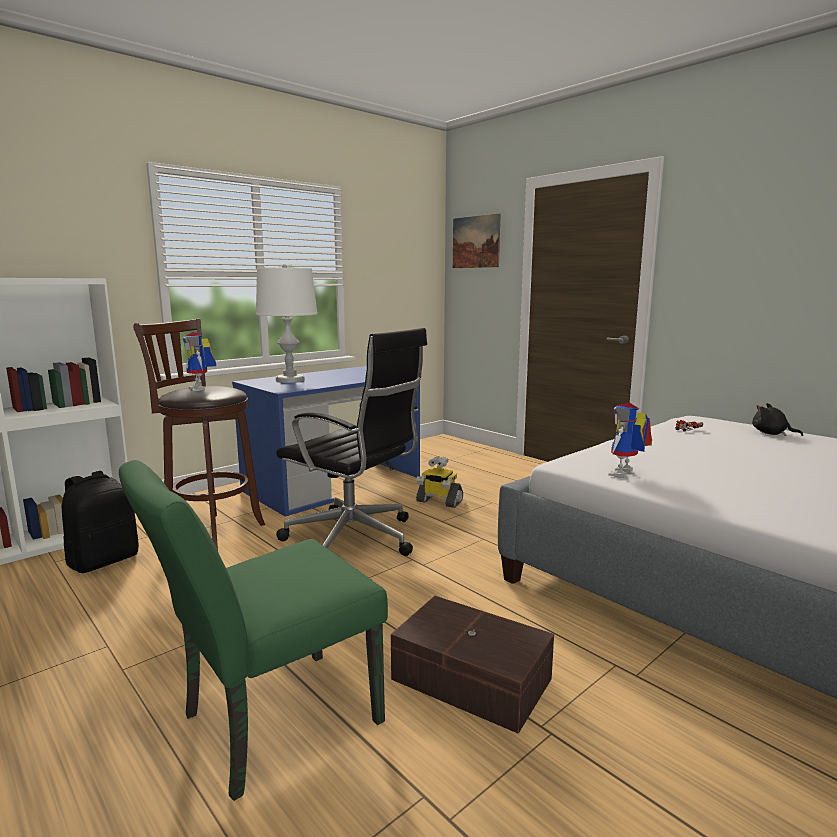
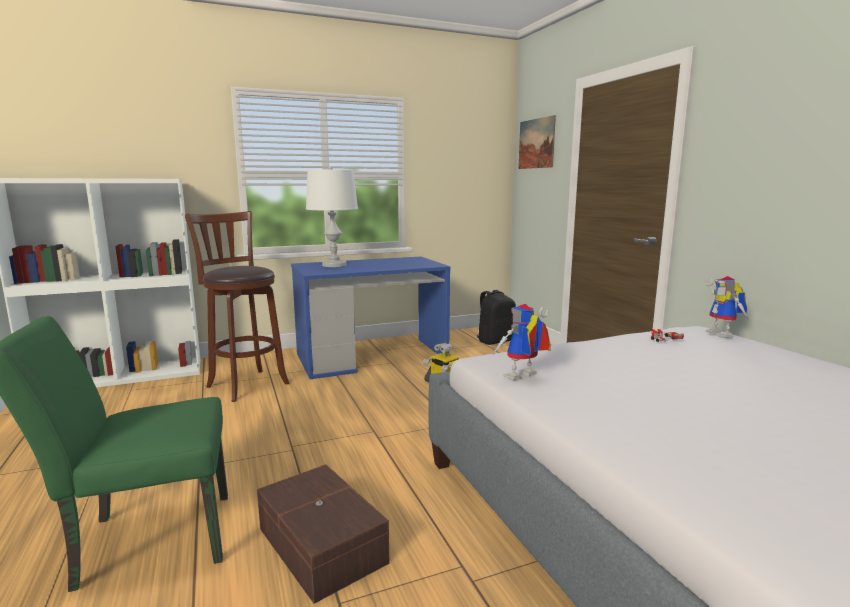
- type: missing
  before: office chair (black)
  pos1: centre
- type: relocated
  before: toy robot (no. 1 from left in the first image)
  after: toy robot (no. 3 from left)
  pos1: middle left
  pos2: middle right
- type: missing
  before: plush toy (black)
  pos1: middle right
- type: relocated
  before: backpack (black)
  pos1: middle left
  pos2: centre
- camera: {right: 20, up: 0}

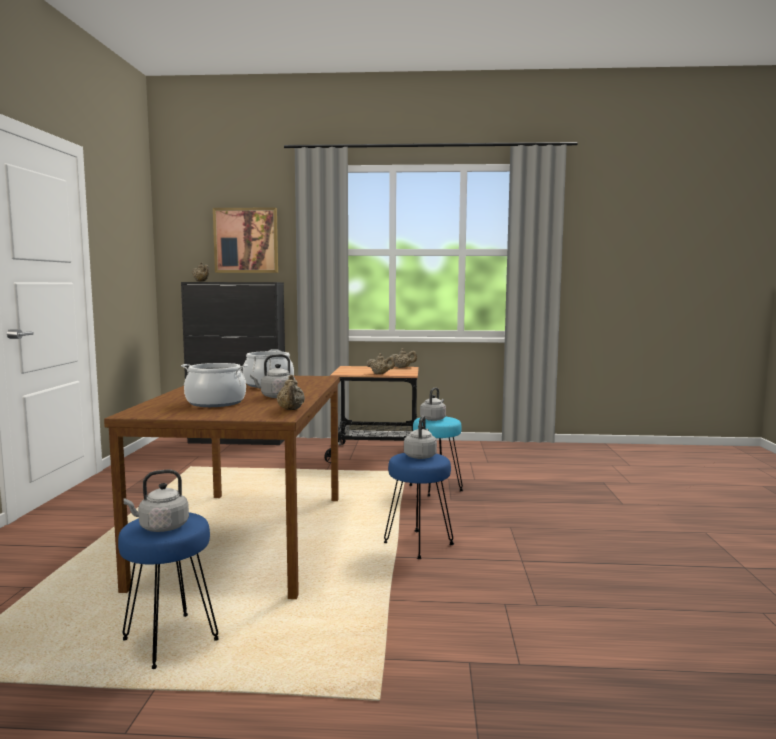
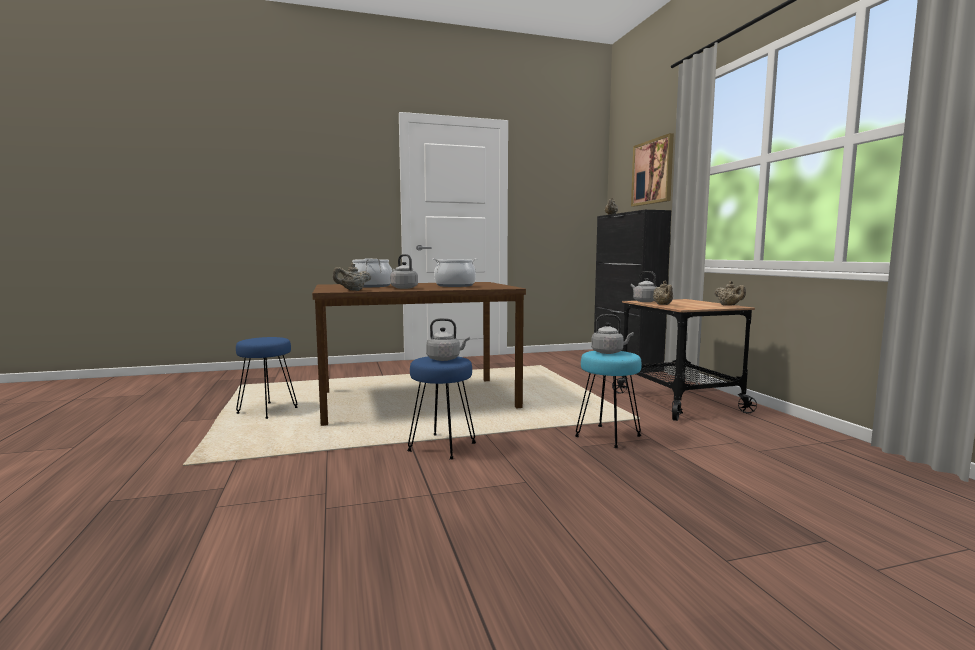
- type: relocated
  before: kettle (grey) (no. 1 from left in the first image)
  after: kettle (grey) (no. 4 from left)
  pos1: bottom left
  pos2: centre
- camera: {right: 70, up: 0}

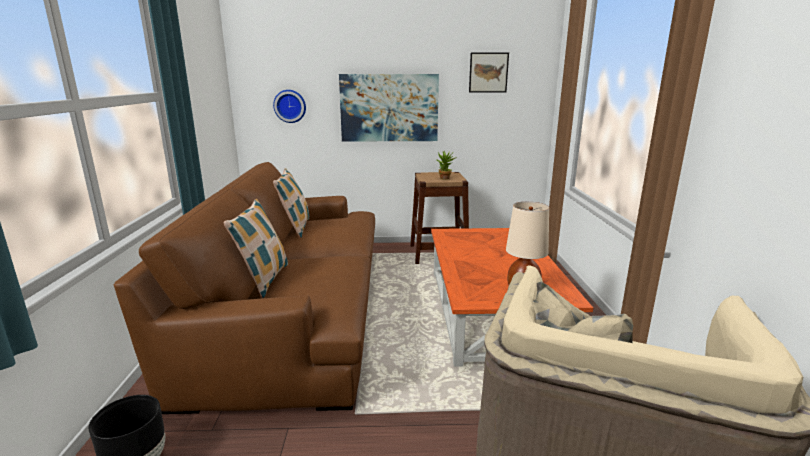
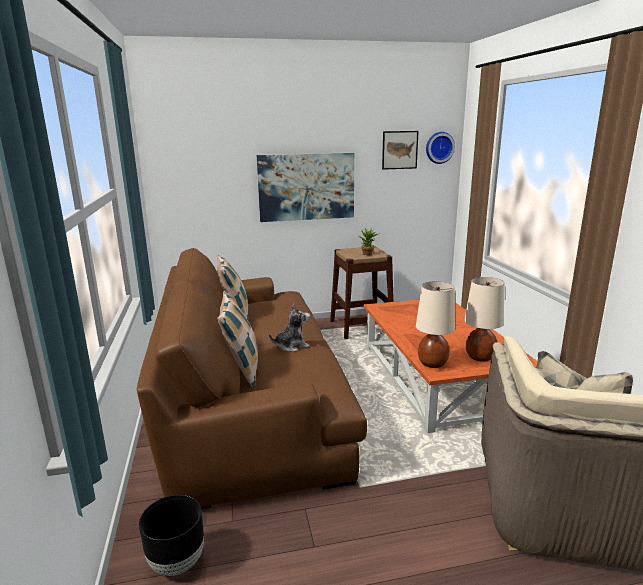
- type: relocated
  before: wall clock
  pos1: top centre
  pos2: top right
- type: appeared
  after: table lamp (beige) (no. 1 from left)
  pos2: middle right
- type: appeared
  after: plush toy
  pos2: centre
- camera: {right: -10, up: 0}

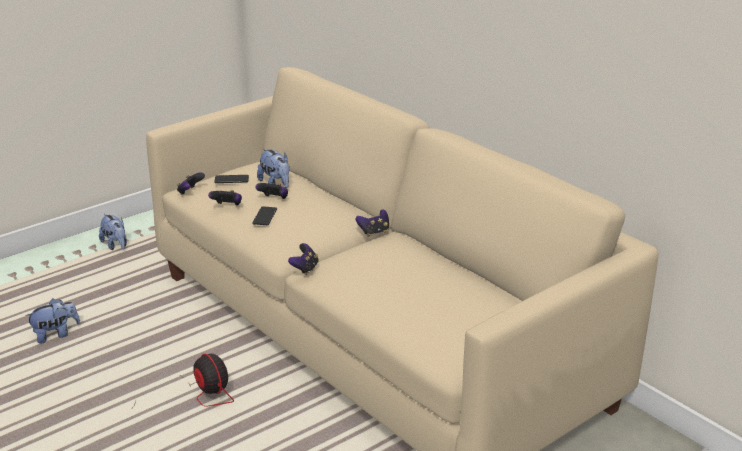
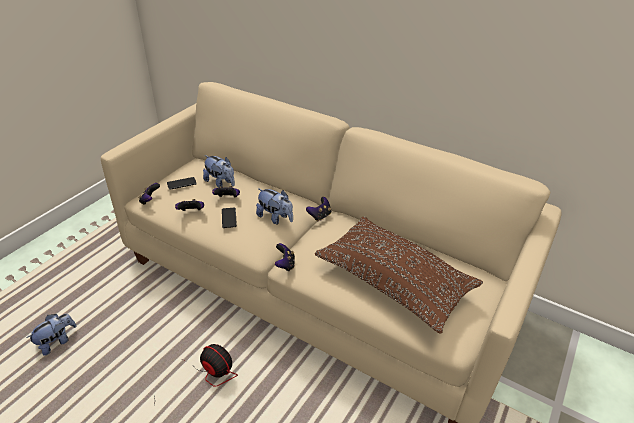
- type: relocated
  before: plush toy (no. 2 from left in the first image)
  after: plush toy (no. 3 from left)
  pos1: middle left
  pos2: centre
- type: appeared
  after: pillow (brown)
  pos2: centre
- camera: {right: -20, up: 10}

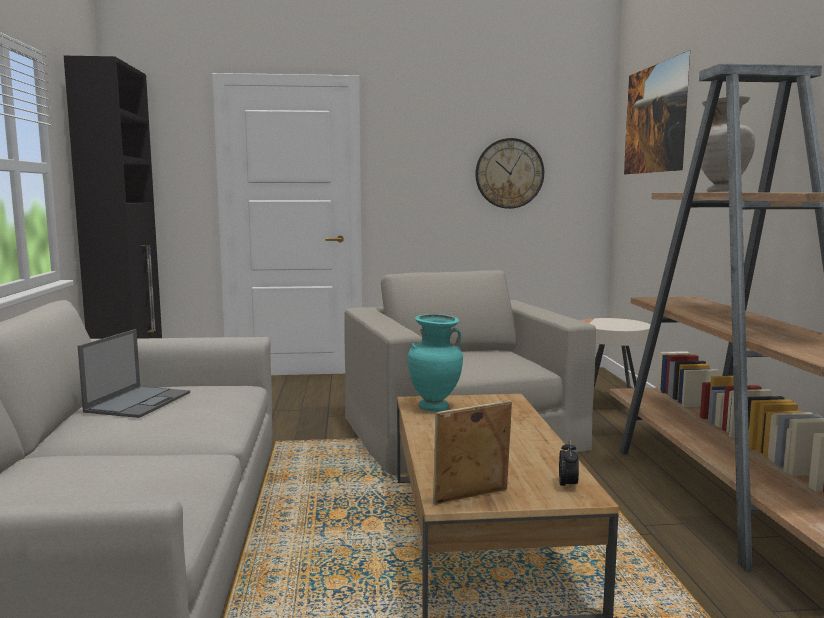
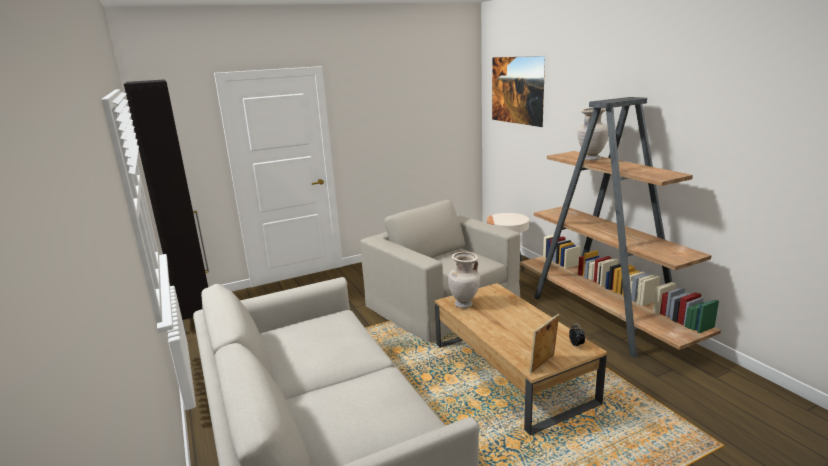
- type: missing
  before: wall clock
  pos1: top centre
- type: colour
  before: vase (turquoise)
  after: vase (beige) (no. 1 from left)
  pos1: centre
  pos2: centre
- type: missing
  before: laptop
  pos1: middle left
- camera: {right: -20, up: 10}

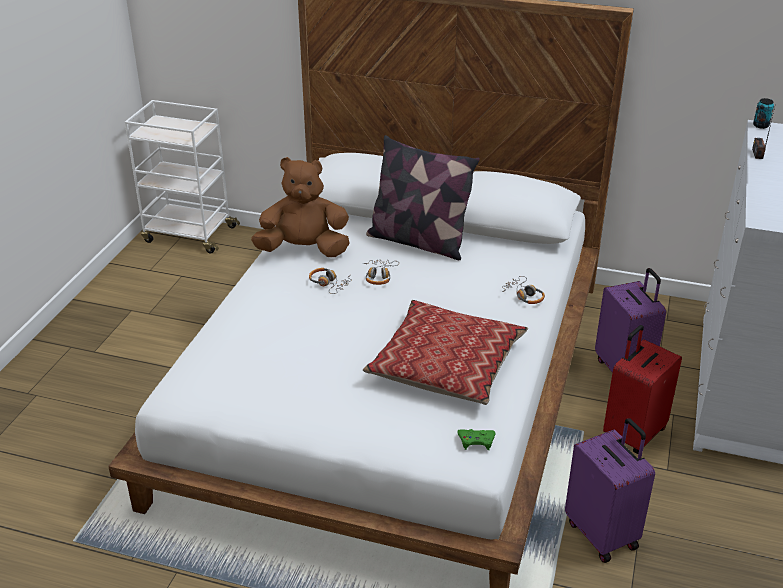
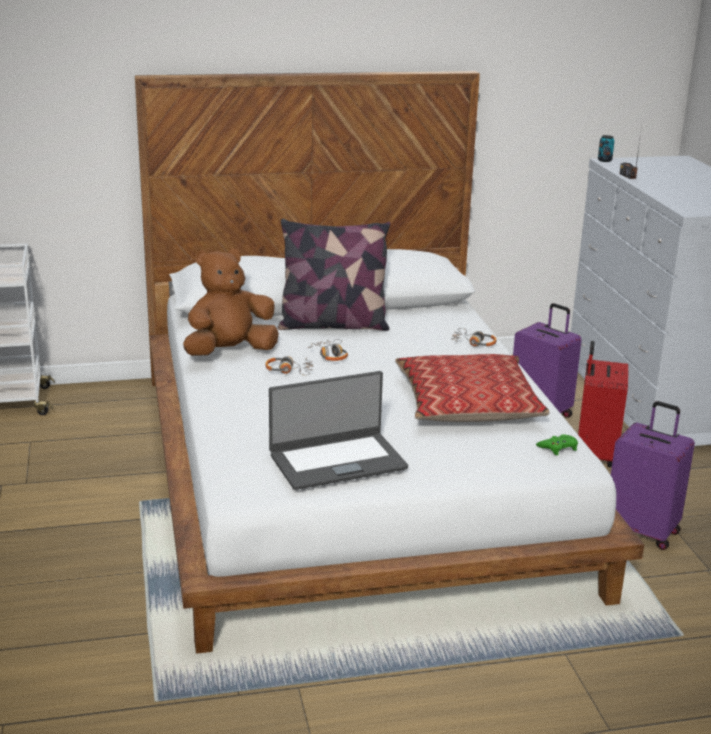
- type: appeared
  after: laptop
  pos2: centre
- camera: {right: -30, up: -10}

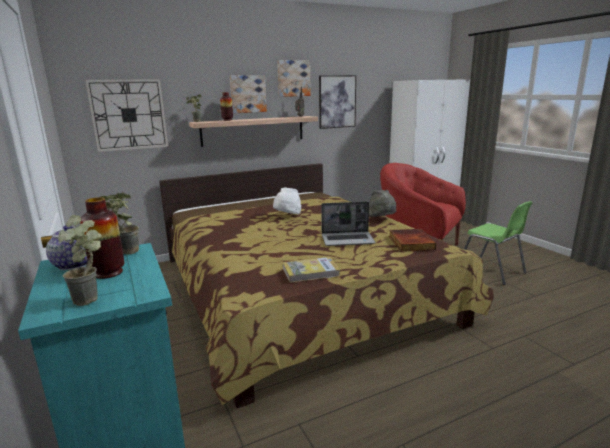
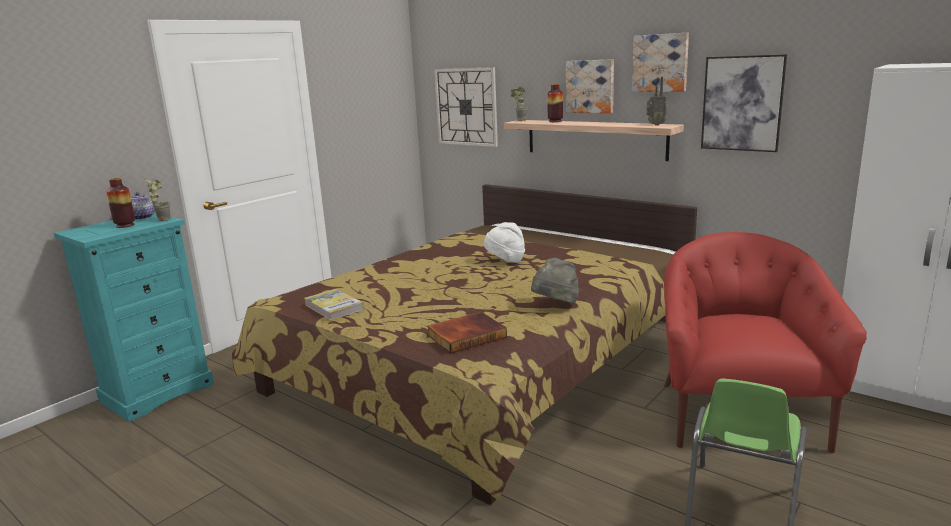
- type: missing
  before: laptop
  pos1: centre
- type: missing
  before: potted plant (no. 1 from left)
  pos1: middle left
- camera: {right: 65, up: 0}

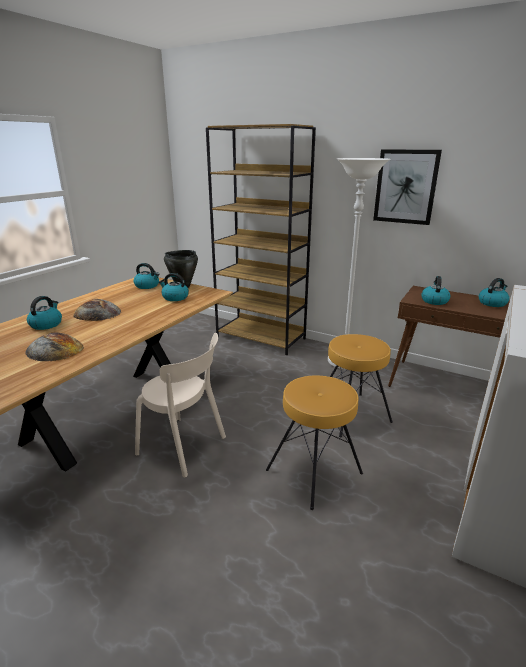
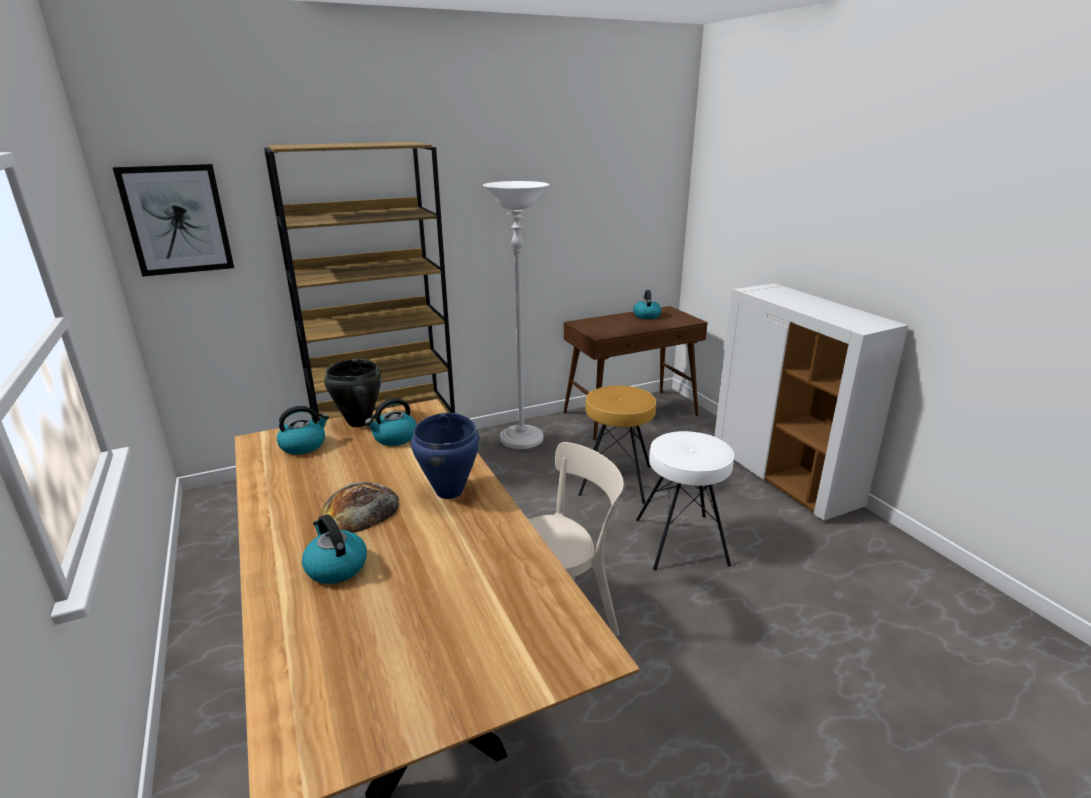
- type: relocated
  before: picture
  pos1: top right
  pos2: top left
- type: missing
  before: kettle (no. 4 from left)
  pos1: middle right
- type: missing
  before: bread (no. 1 from left)
  pos1: middle left
- type: colour
  before: stool (brown) (no. 1 from left)
  after: stool (white)
  pos1: centre
  pos2: centre
- type: appeared
  after: cooking pot (blue)
  pos2: centre
- camera: {right: -55, up: 0}

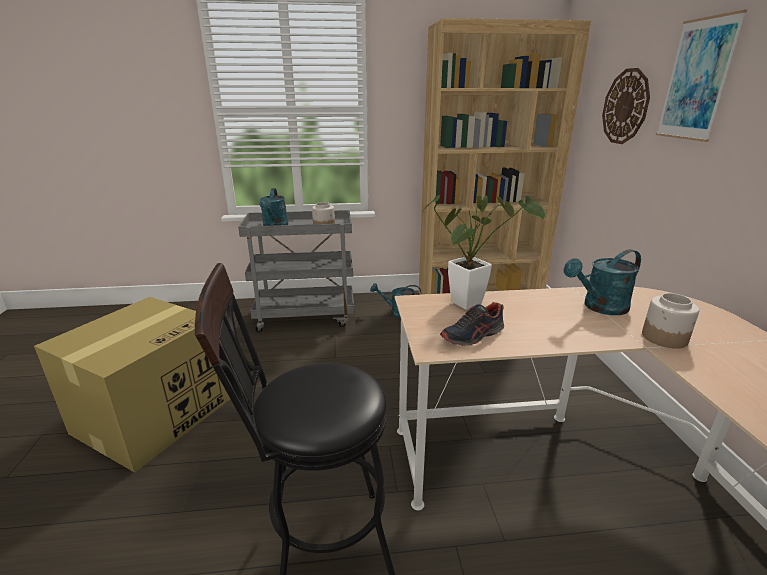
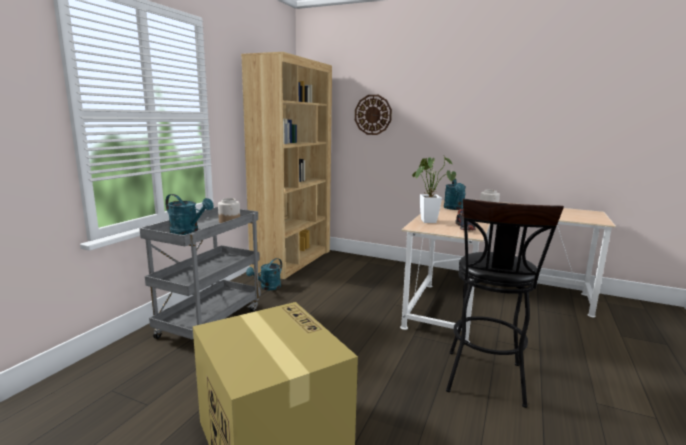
- type: missing
  before: picture
  pos1: top right
- camera: {right: -60, up: -10}

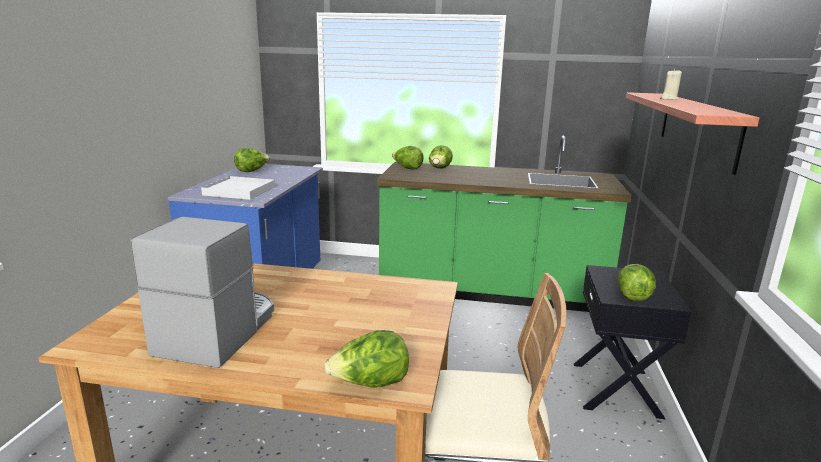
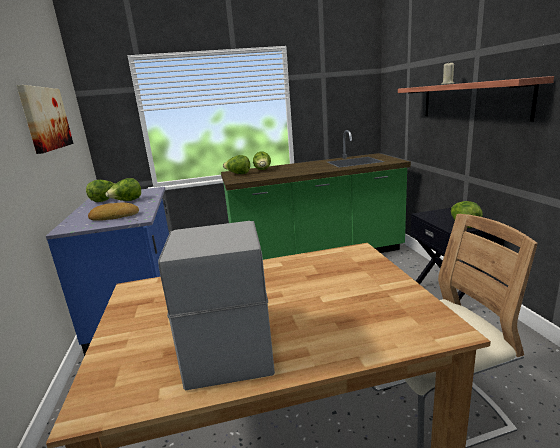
- type: exchanged
  before: tray (white)
  after: bread
  pos1: middle left
  pos2: middle left
- type: relocated
  before: lettuce (no. 2 from left)
  pos1: bottom centre
  pos2: middle left
- type: appeared
  after: picture
  pos2: top left
- camera: {right: -20, up: 0}

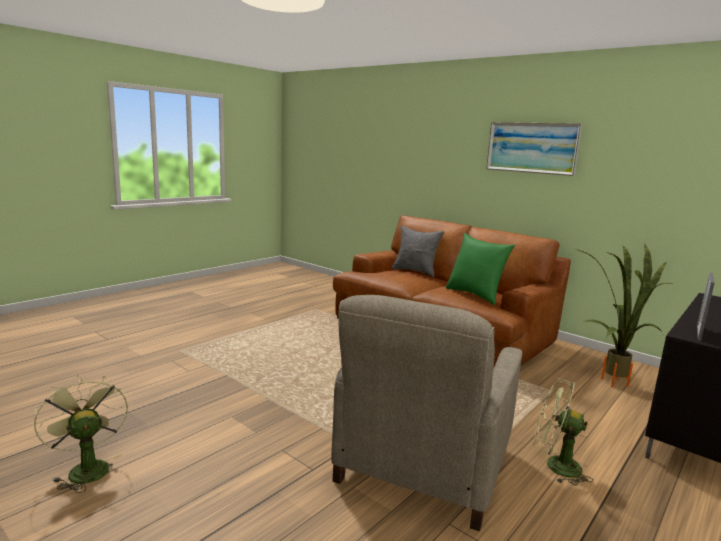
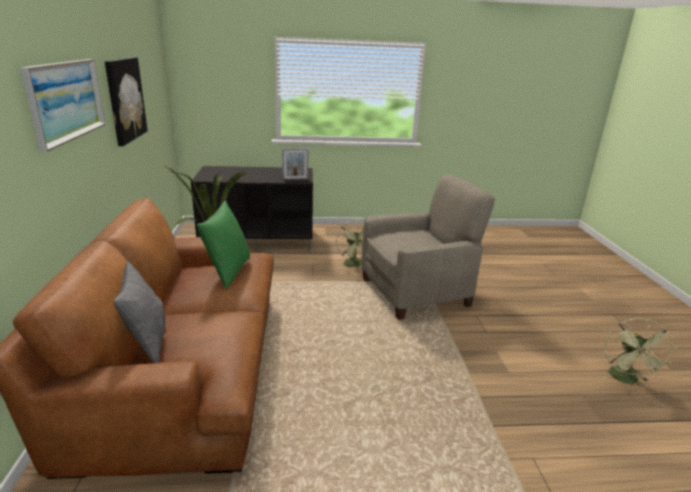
- type: appeared
  after: picture (no. 2 from left)
  pos2: top left
- camera: {right: -135, up: 10}

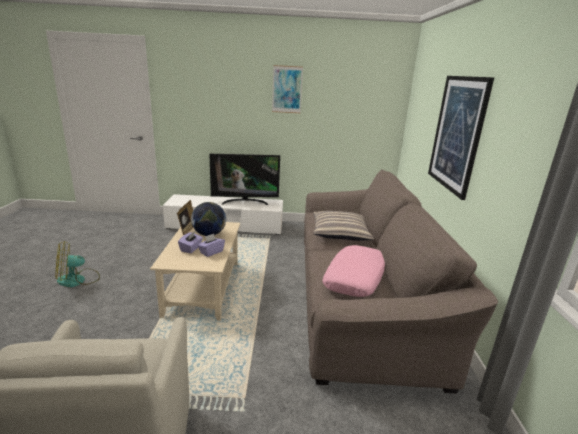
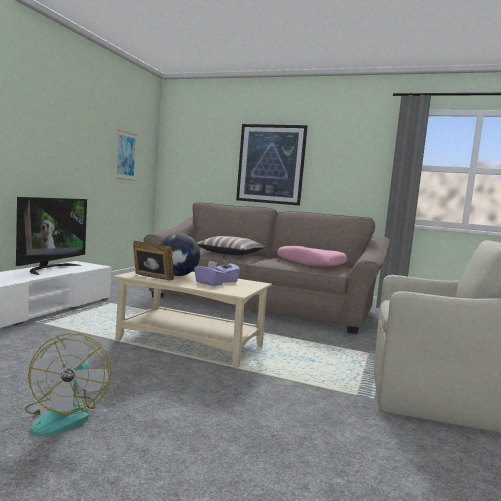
- type: relocated
  before: picture (no. 1 from left)
  pos1: top centre
  pos2: top left
- camera: {right: -70, up: -15}

